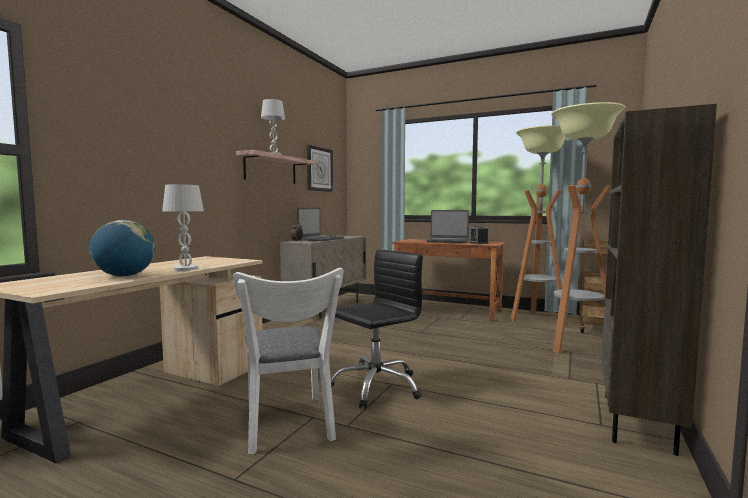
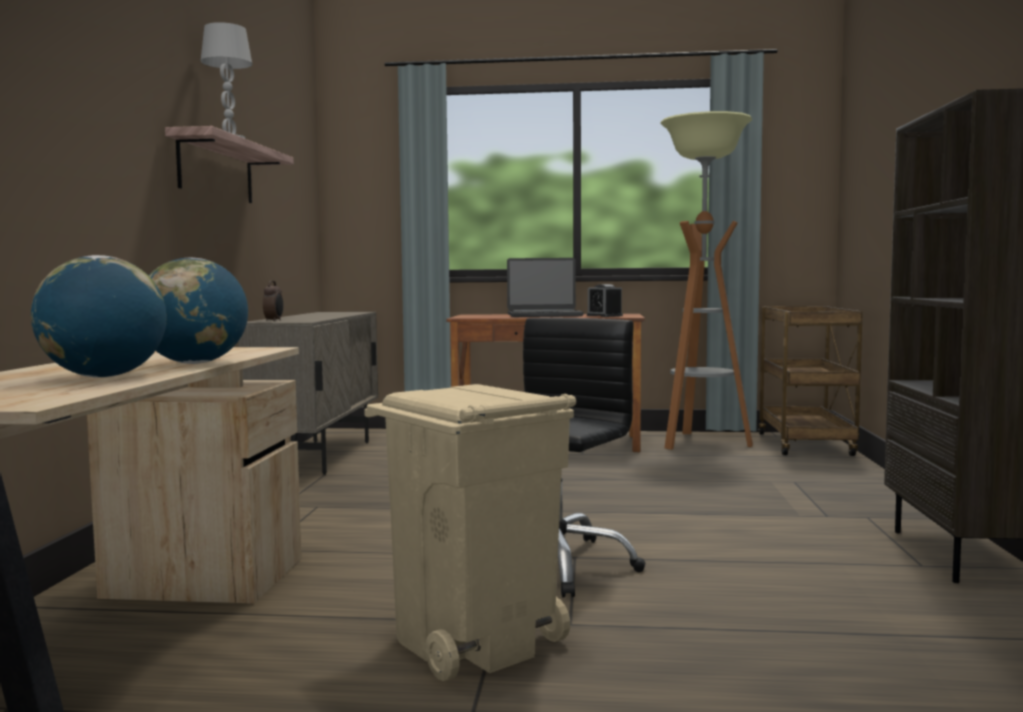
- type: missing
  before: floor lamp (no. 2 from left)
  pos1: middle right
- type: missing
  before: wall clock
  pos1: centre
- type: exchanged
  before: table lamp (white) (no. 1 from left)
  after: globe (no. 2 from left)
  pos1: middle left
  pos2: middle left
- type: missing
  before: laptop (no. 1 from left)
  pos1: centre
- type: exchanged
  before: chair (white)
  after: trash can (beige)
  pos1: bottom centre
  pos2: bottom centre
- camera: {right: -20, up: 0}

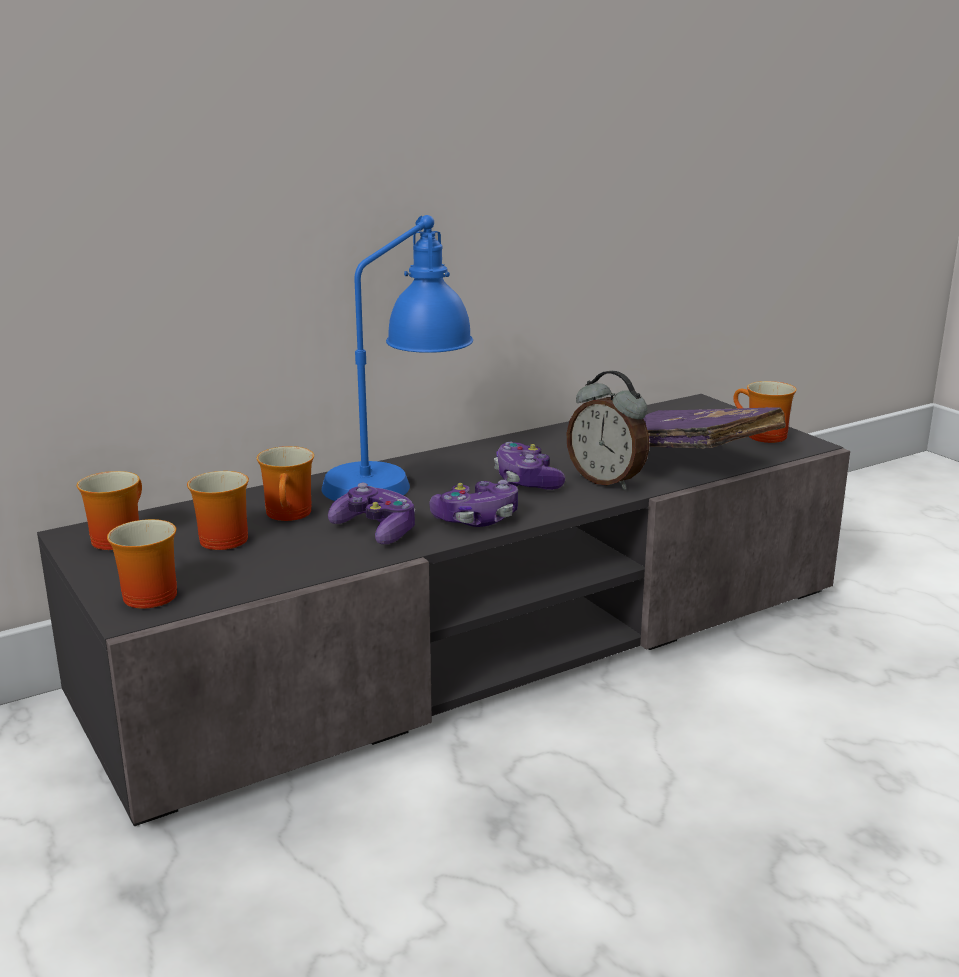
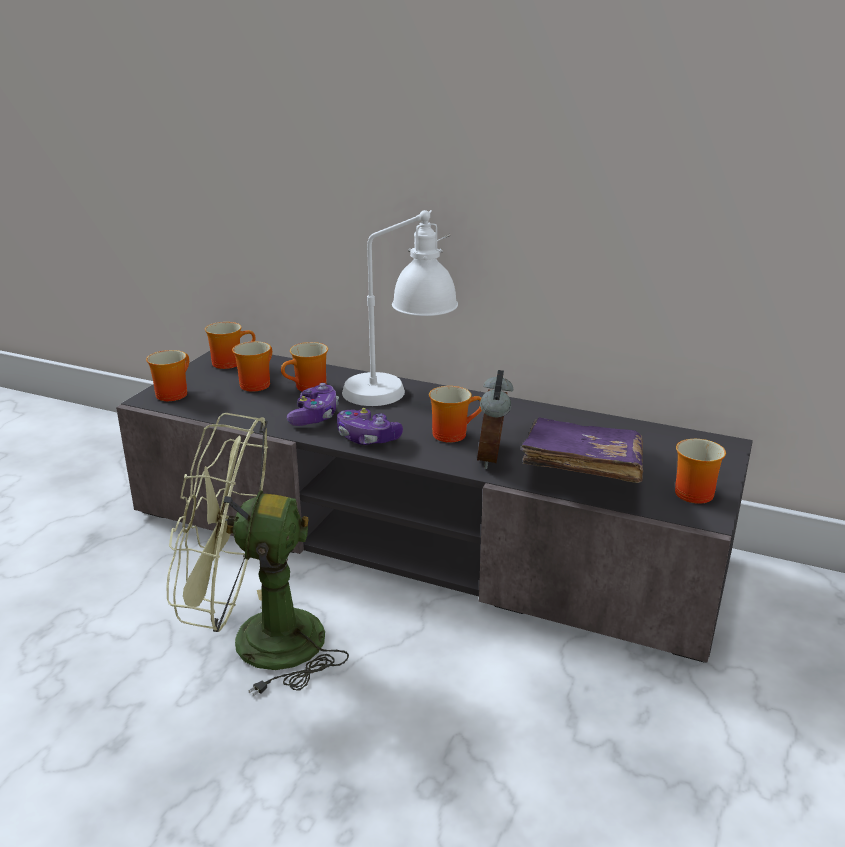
- type: colour
  before: table lamp (blue)
  after: table lamp (white)
  pos1: centre
  pos2: centre
- type: exchanged
  before: game controller (no. 3 from left)
  after: mug (no. 5 from left)
  pos1: centre
  pos2: centre
- type: appeared
  after: fan (green)
  pos2: middle left
- camera: {right: 55, up: 5}

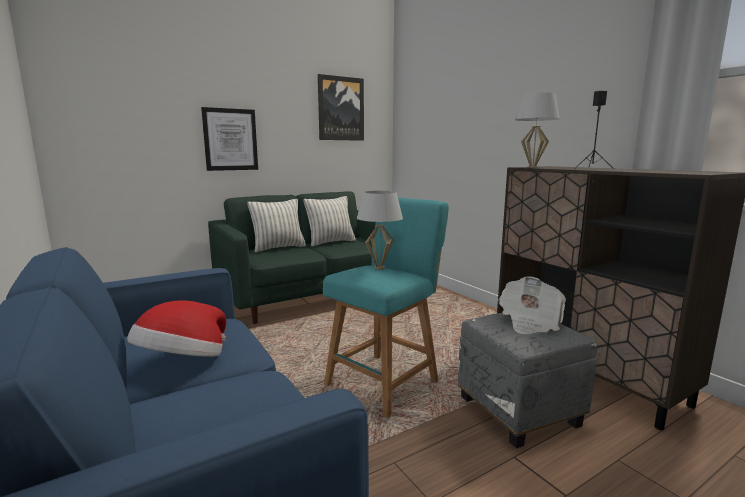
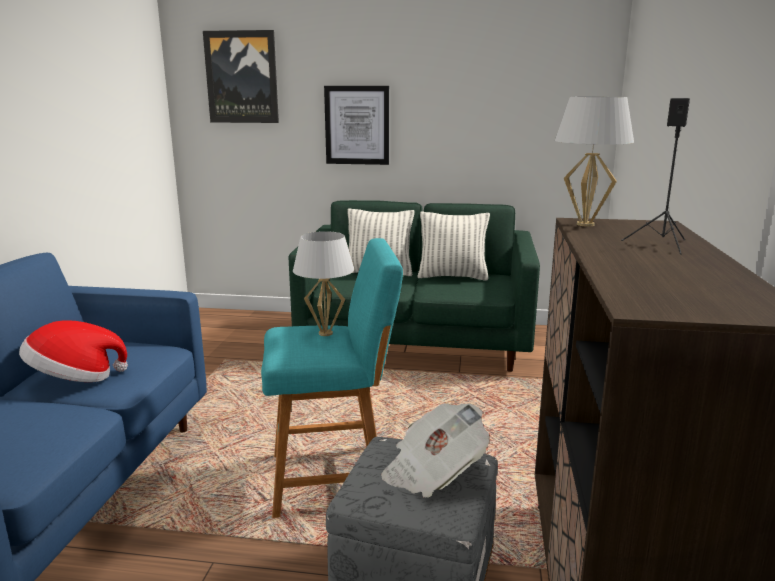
- type: relocated
  before: picture (no. 2 from left in the first image)
  after: picture (no. 1 from left)
  pos1: top centre
  pos2: top left
- camera: {right: 40, up: 5}

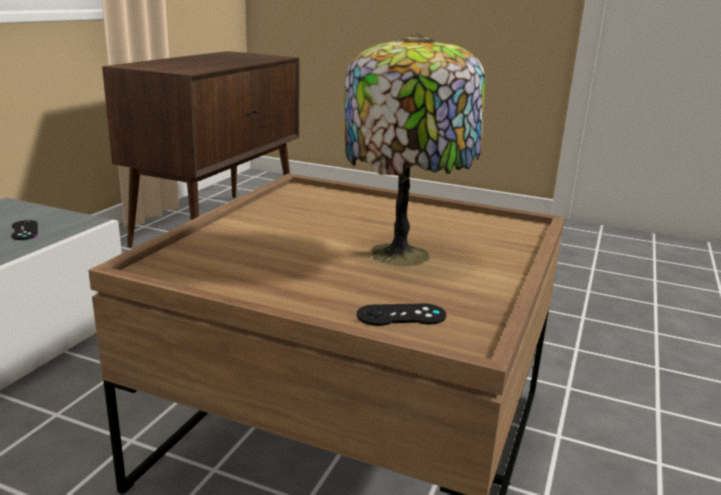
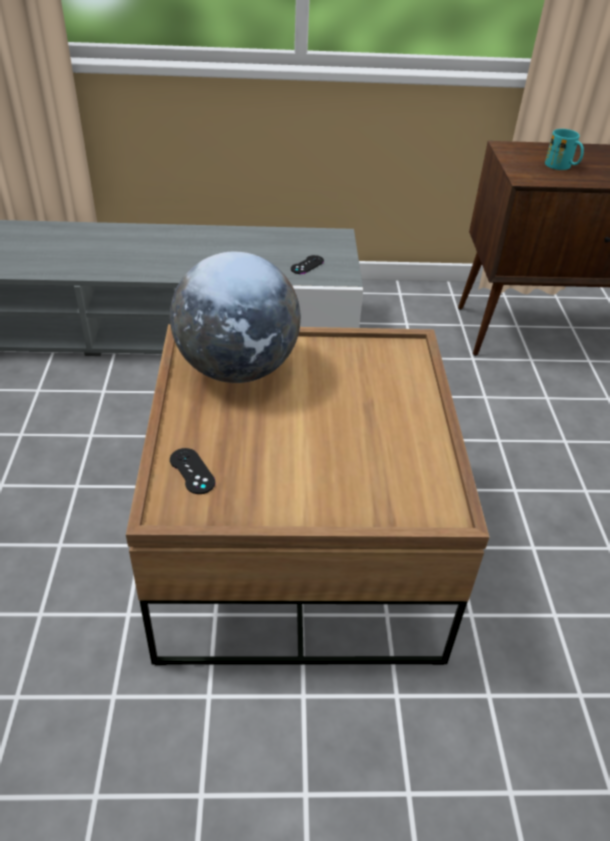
- type: missing
  before: table lamp
  pos1: top centre
- type: appeared
  after: mug (turquoise)
  pos2: top right
- type: appeared
  after: globe
  pos2: centre
- camera: {right: 65, up: 20}

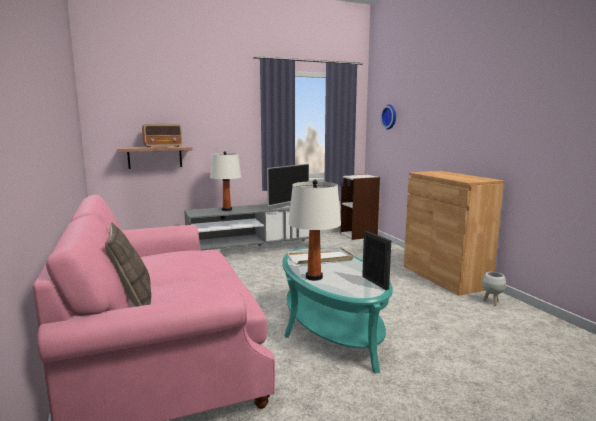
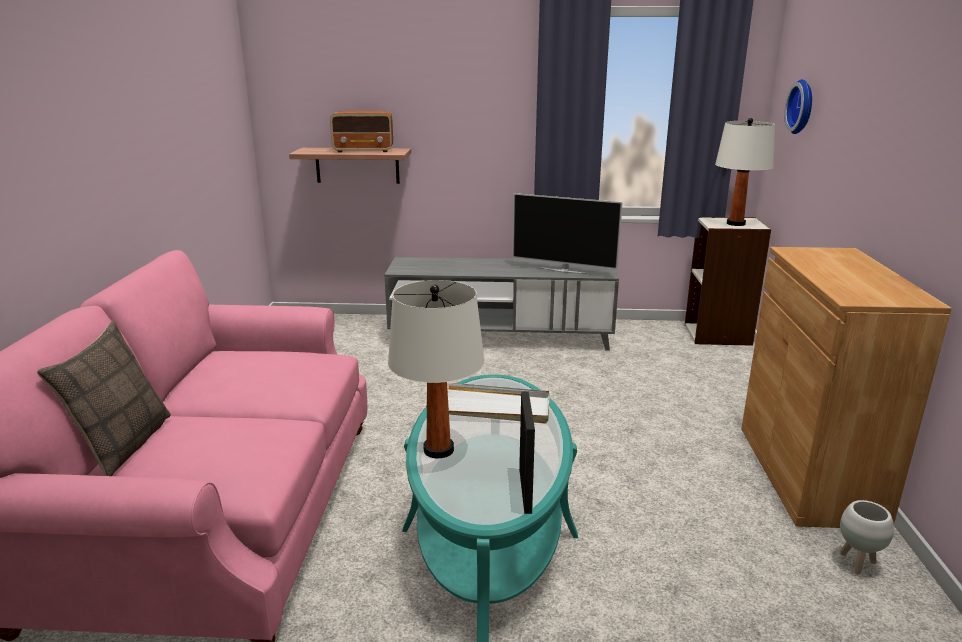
- type: relocated
  before: table lamp (white) (no. 1 from left in the first image)
  after: table lamp (white) (no. 2 from left)
  pos1: centre
  pos2: top right
- type: spun
  before: television
  pos1: centre
  pos2: centre
  turn: 45
- camera: {right: 25, up: 10}

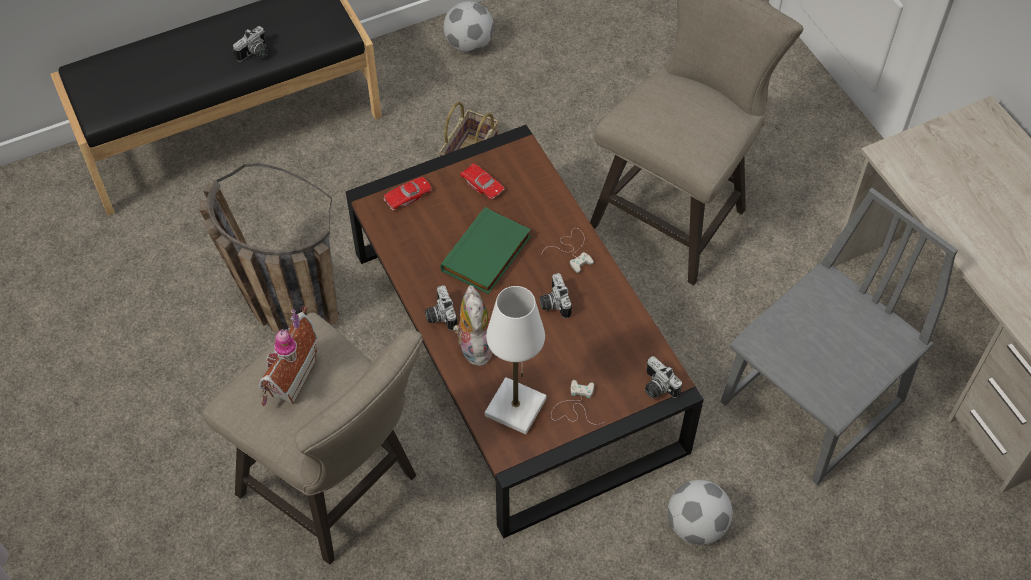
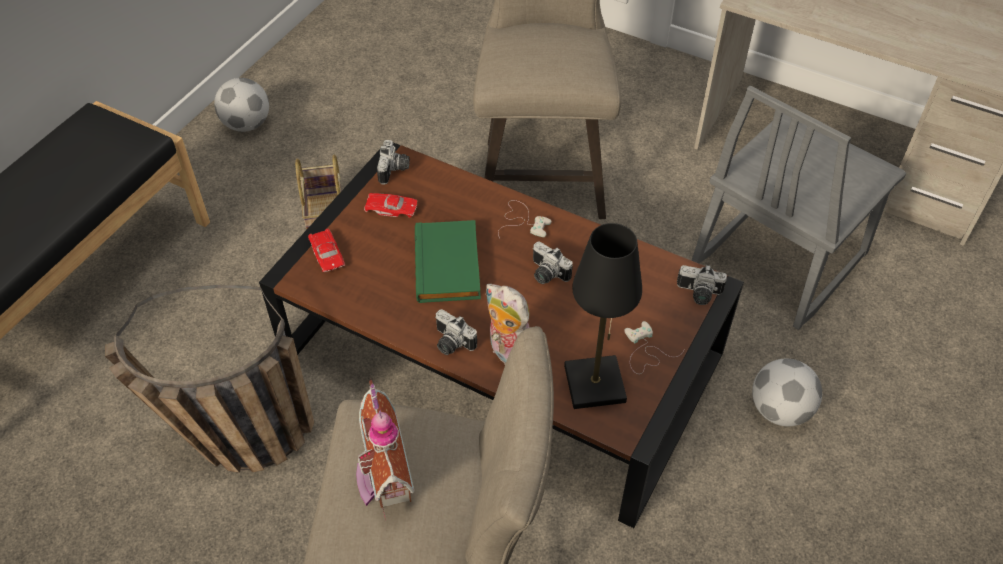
- type: relocated
  before: photo camera (no. 1 from left)
  pos1: top left
  pos2: top centre
- type: spun
  before: toy car (red) (no. 1 from left)
  pos1: centre
  pos2: middle left
  turn: 135
- type: spun
  before: chair (grey)
  pos1: middle right
  pos2: middle right
  turn: -150
- type: colour
  before: table lamp (white)
  after: table lamp (black)
  pos1: centre
  pos2: centre
- camera: {right: -35, up: -5}

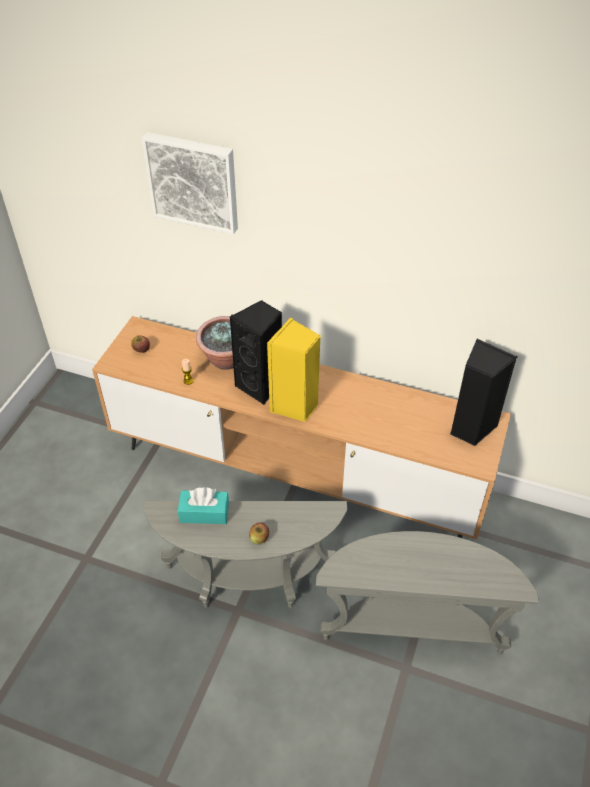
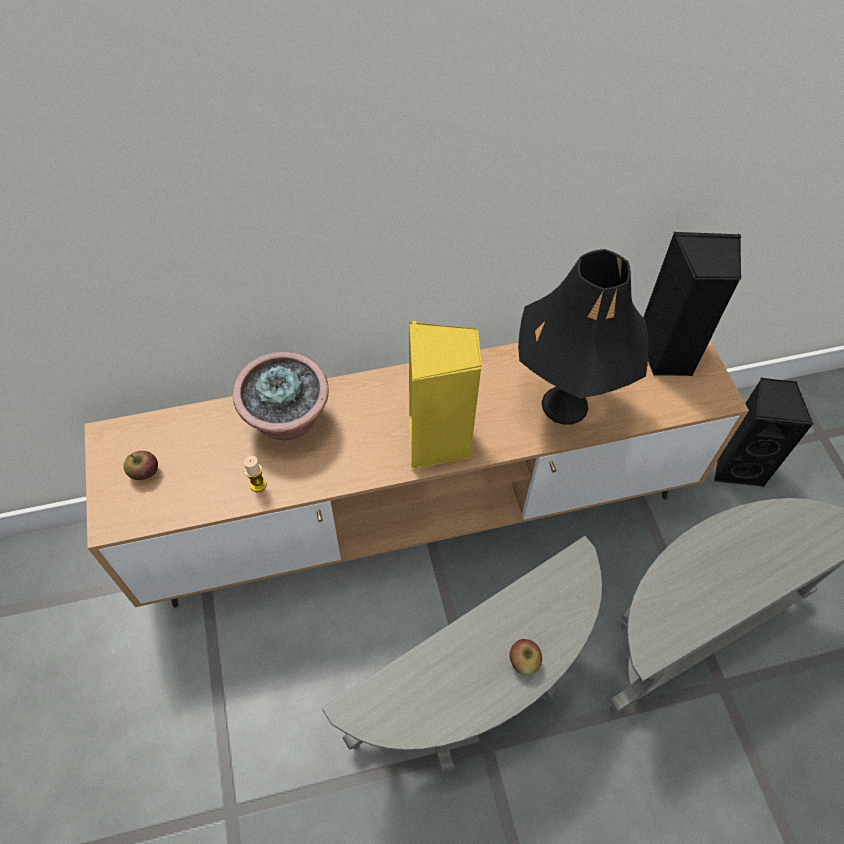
- type: missing
  before: picture
  pos1: top left
- type: relocated
  before: speaker (black) (no. 1 from left in the first image)
  after: speaker (black) (no. 2 from left)
  pos1: centre
  pos2: middle right
- type: missing
  before: tissue box (turquoise)
  pos1: centre
- type: appeared
  after: table lamp (black)
  pos2: middle right
- camera: {right: -35, up: 10}

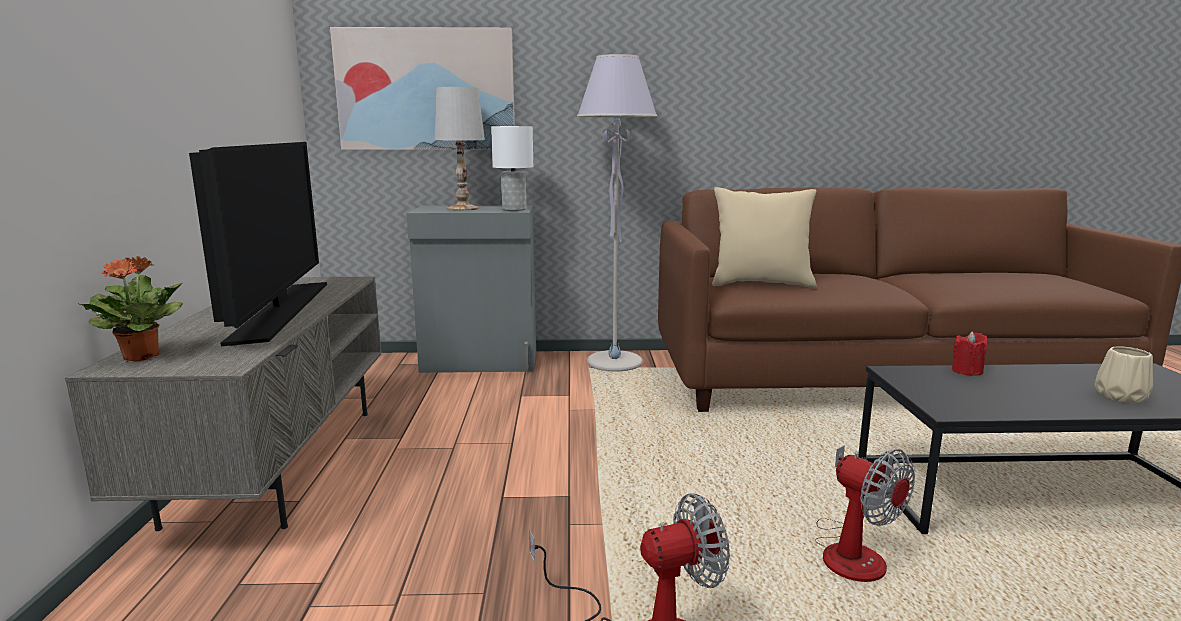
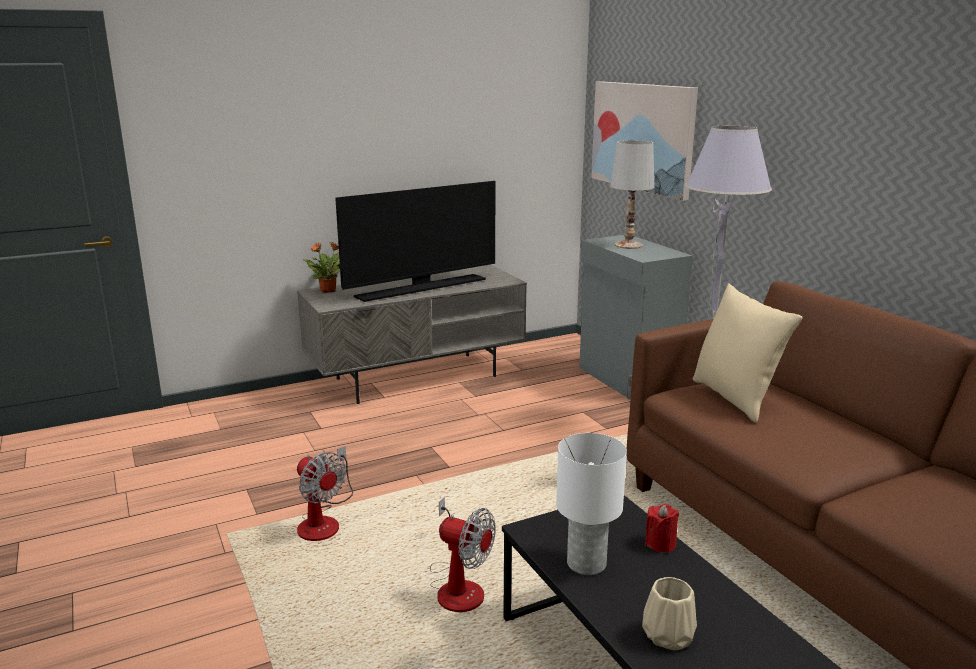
- type: relocated
  before: table lamp (white) (no. 2 from left in the first image)
  after: table lamp (white) (no. 1 from left)
  pos1: top centre
  pos2: bottom centre
- type: spun
  before: fan (no. 2 from left)
  pos1: bottom right
  pos2: bottom centre
  turn: -90
- camera: {right: 65, up: 5}

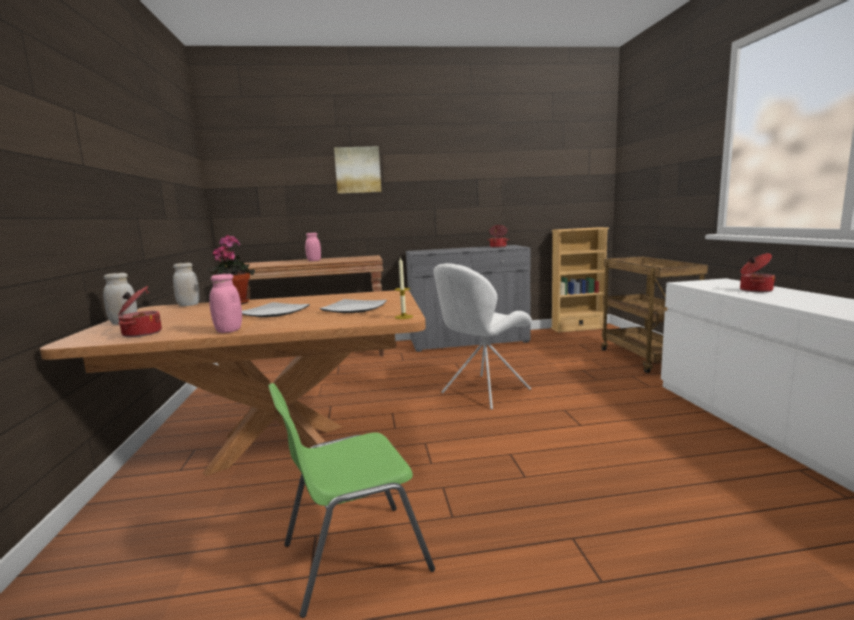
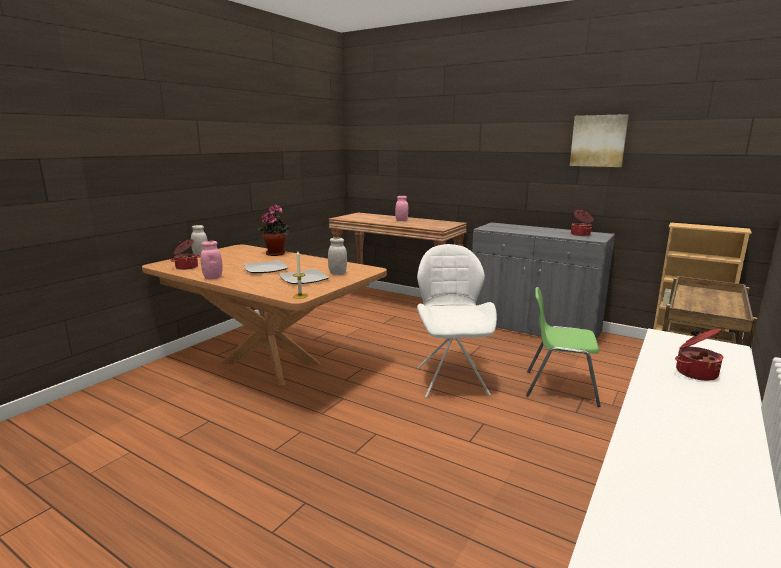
- type: relocated
  before: picture
  pos1: top centre
  pos2: top right
- type: relocated
  before: jar (white) (no. 2 from left)
  pos1: middle left
  pos2: centre
- type: spun
  before: chair (white)
  pos1: centre
  pos2: centre
  turn: 90
- type: relocated
  before: chair (green)
  pos1: bottom centre
  pos2: middle right
- camera: {right: 40, up: 5}

